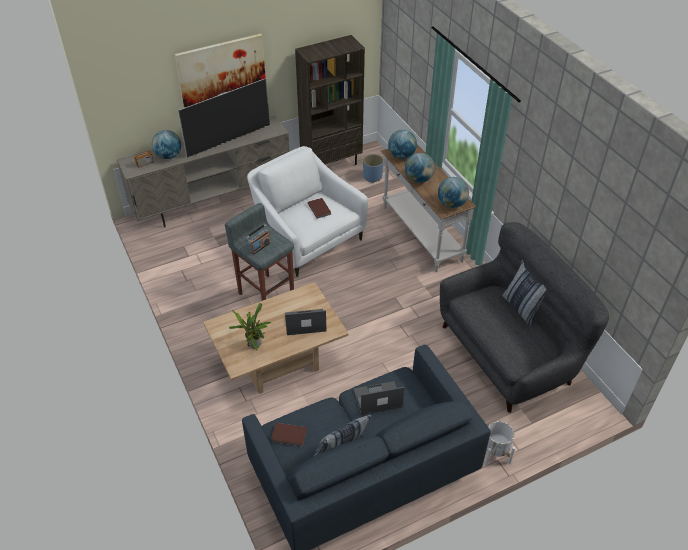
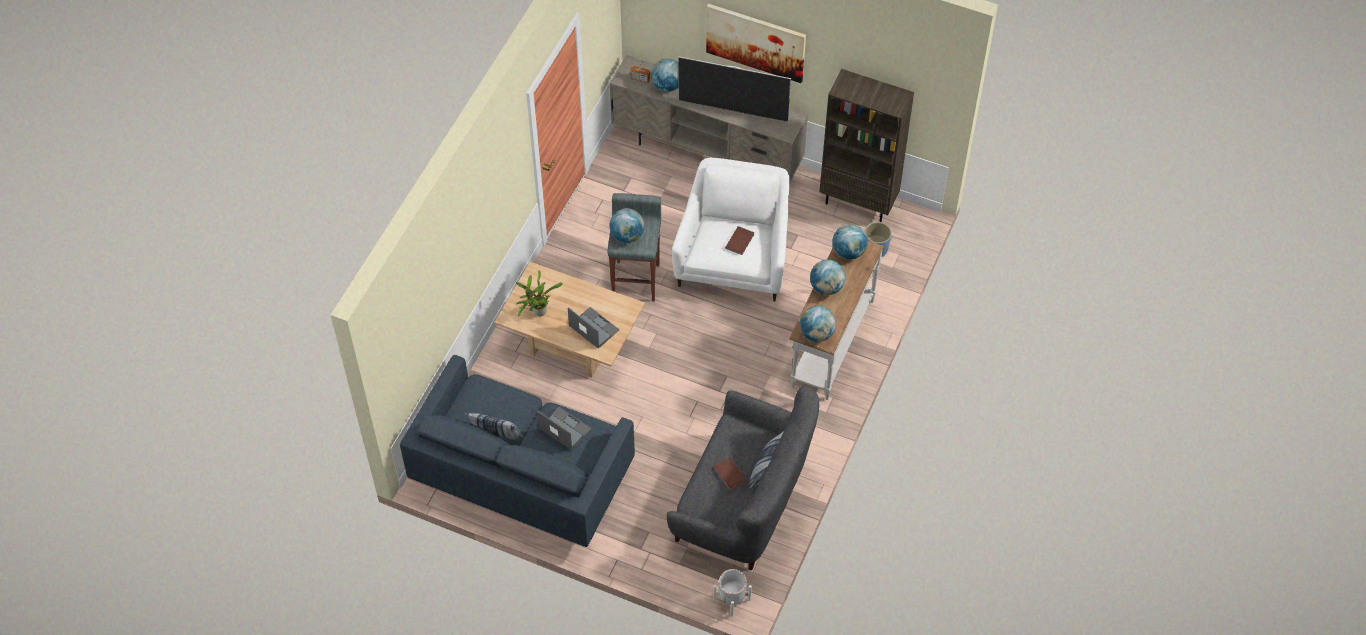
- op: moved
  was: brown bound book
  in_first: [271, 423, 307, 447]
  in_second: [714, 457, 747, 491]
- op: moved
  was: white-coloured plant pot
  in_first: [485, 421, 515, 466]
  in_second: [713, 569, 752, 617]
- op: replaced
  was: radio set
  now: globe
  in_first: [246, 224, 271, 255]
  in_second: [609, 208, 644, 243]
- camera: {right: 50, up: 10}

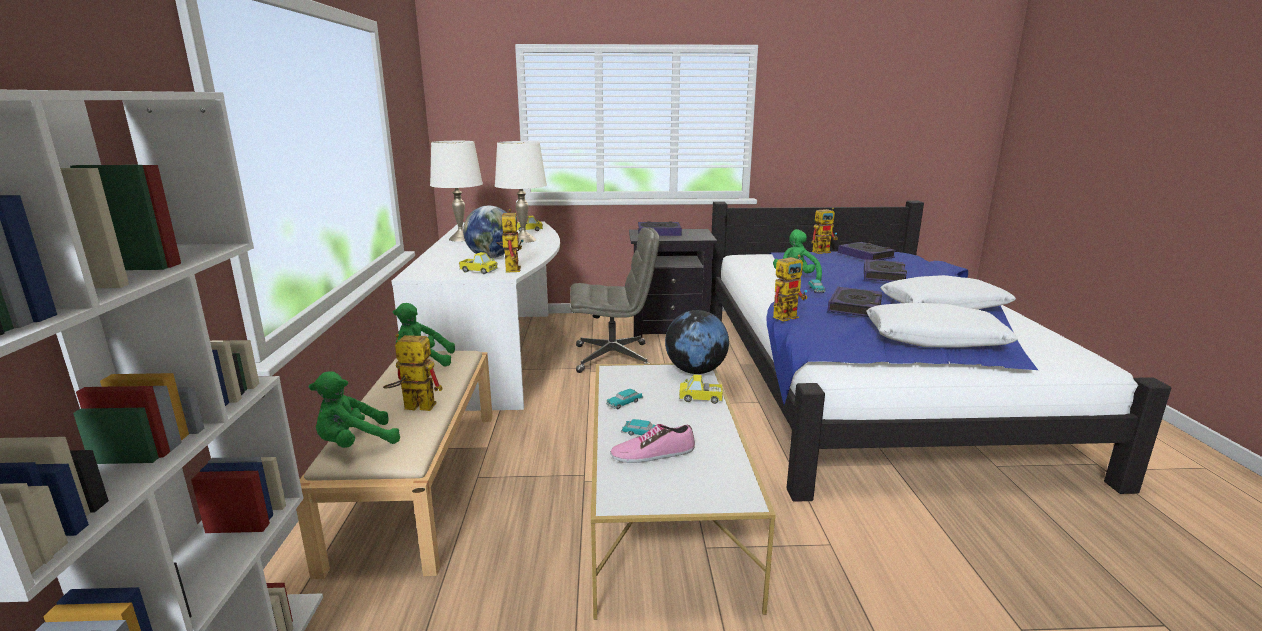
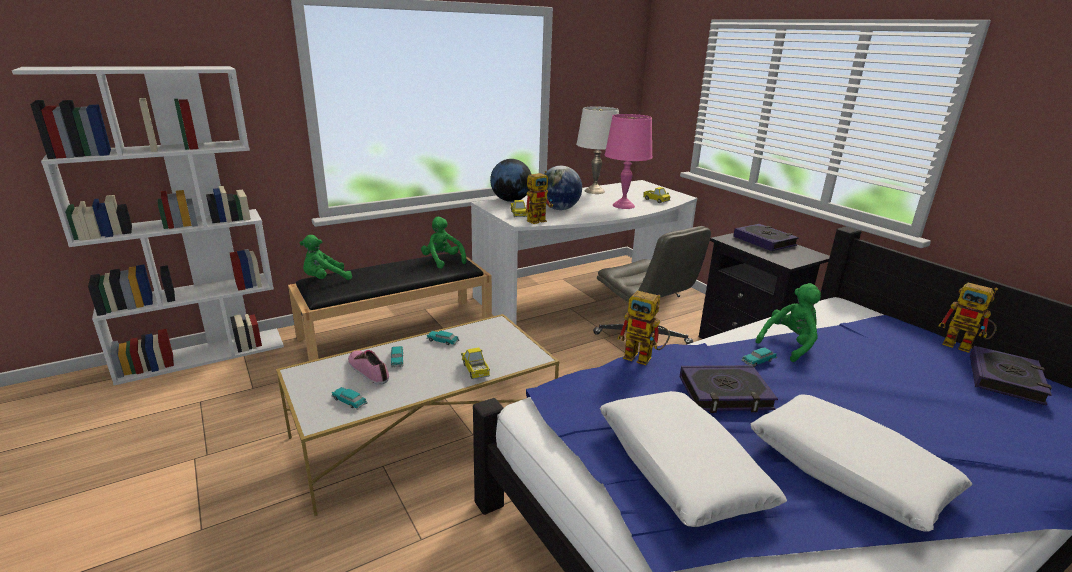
- op: removed
  was: robot figure
  in_first: [383, 334, 443, 411]
- op: removed
  was: bound book
  in_first: [864, 259, 907, 282]
- op: added
  now: model car
  in_second: [332, 387, 368, 410]
- op: moved
  was: globe
  in_first: [665, 310, 729, 374]
  in_second: [490, 159, 531, 202]
- op: recoloured
  was: beige-coloured long seat
  now: black-coloured long seat
  in_first: [296, 351, 493, 579]
  in_second: [288, 253, 492, 361]
- op: recoloured
  was: white-coloured lamp for a table
  now: pinkish lamp for a table
  in_first: [495, 141, 547, 243]
  in_second: [605, 114, 653, 209]
- op: turned
  was: greenish cuddly toy
  in_first: [309, 371, 400, 448]
  in_second: [300, 235, 352, 280]
  clockwise: -60
- camera: {right: 60, up: 5}

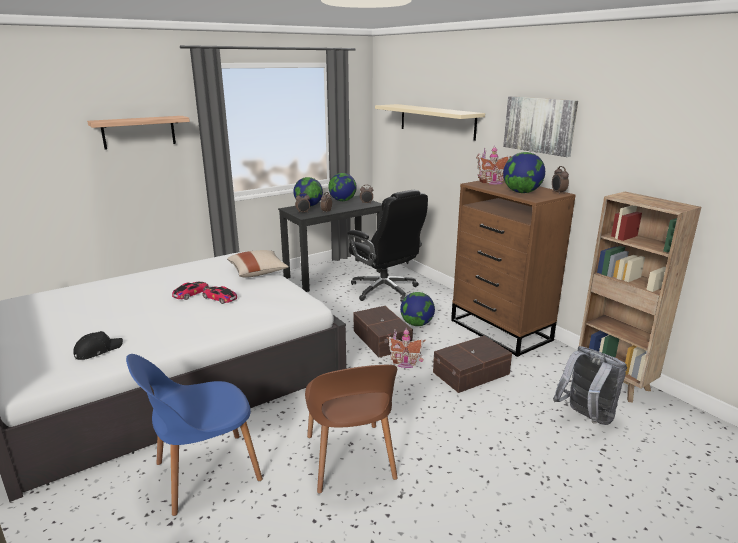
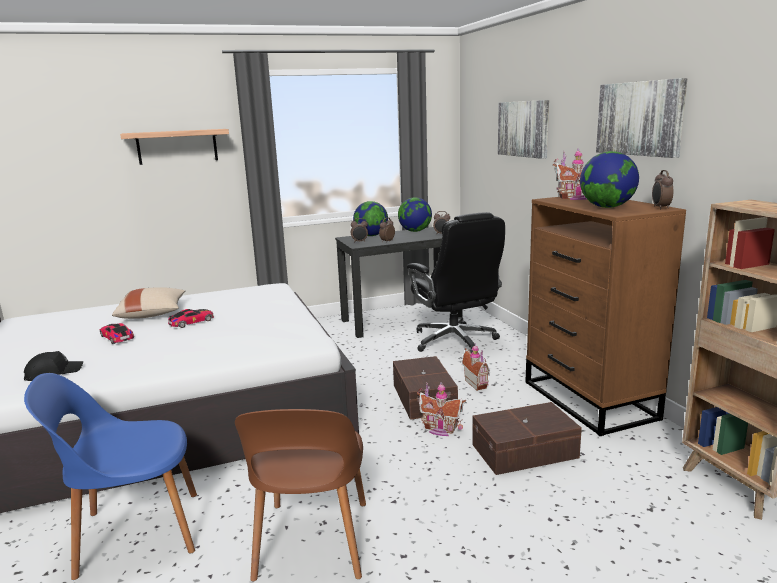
- op: removed
  was: gray backpack
  in_first: [553, 346, 627, 425]
- op: moved
  was: model car
  in_first: [203, 286, 237, 304]
  in_second: [100, 323, 134, 344]
- op: moved
  was: beige-coloured throw pillow
  in_first: [227, 250, 289, 277]
  in_second: [112, 287, 185, 319]
- op: replaced
  was: beige-coloured bracket shelf
  now: wall picture
  in_first: [375, 104, 485, 141]
  in_second: [498, 100, 549, 159]
- op: replaced
  was: globe
  now: miniature house
  in_first: [400, 292, 435, 326]
  in_second: [462, 343, 490, 391]
- camera: {right: 15, up: -5}

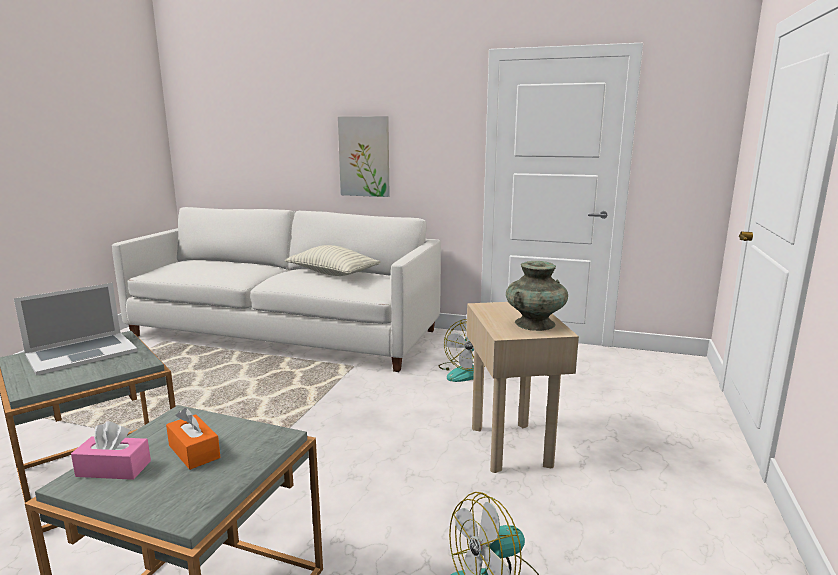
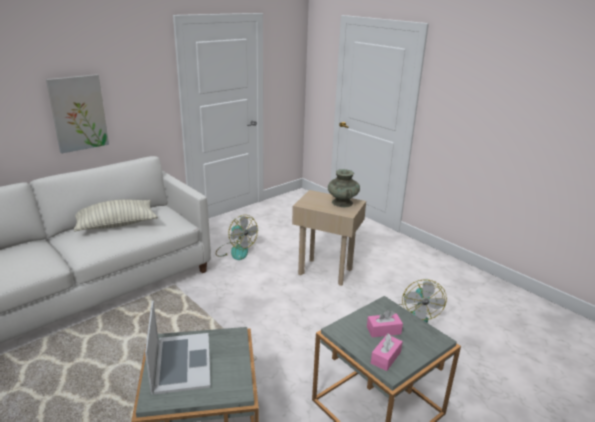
- op: recoloured
  was: orange box of tissues
  now: pinkish box of tissues
  in_first: [166, 408, 220, 470]
  in_second: [367, 310, 403, 337]
- camera: {right: -60, up: 10}

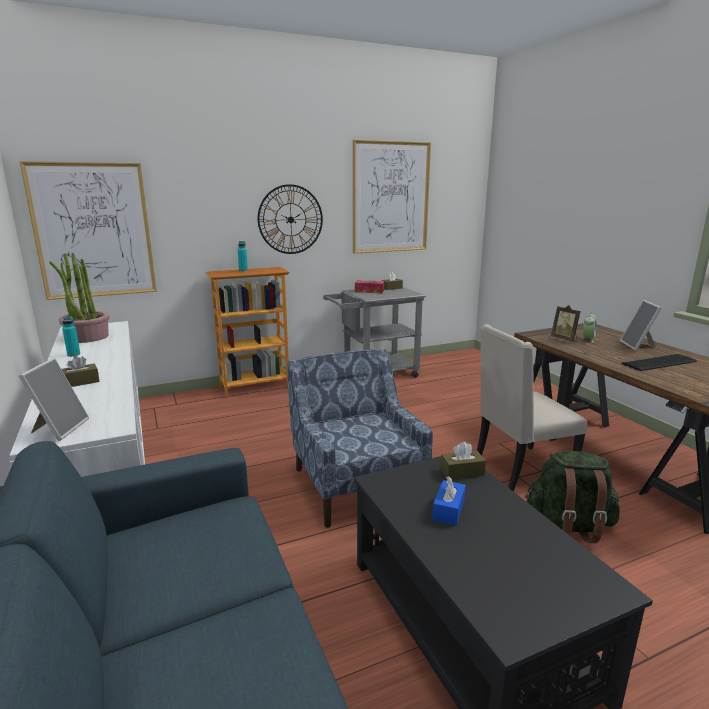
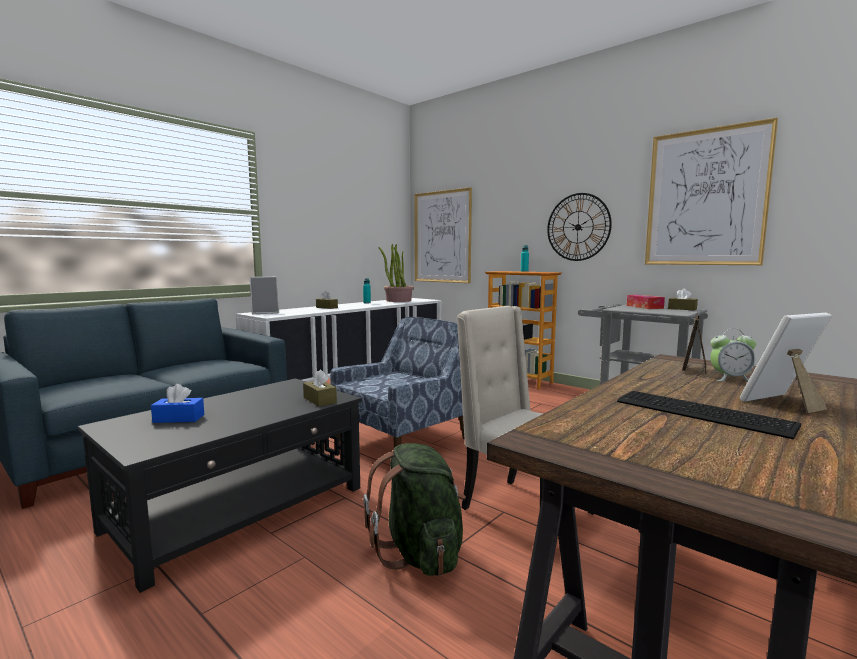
- op: moved
  was: blue box of tissues
  in_first: [432, 476, 466, 526]
  in_second: [151, 384, 204, 423]
- camera: {right: 65, up: -10}

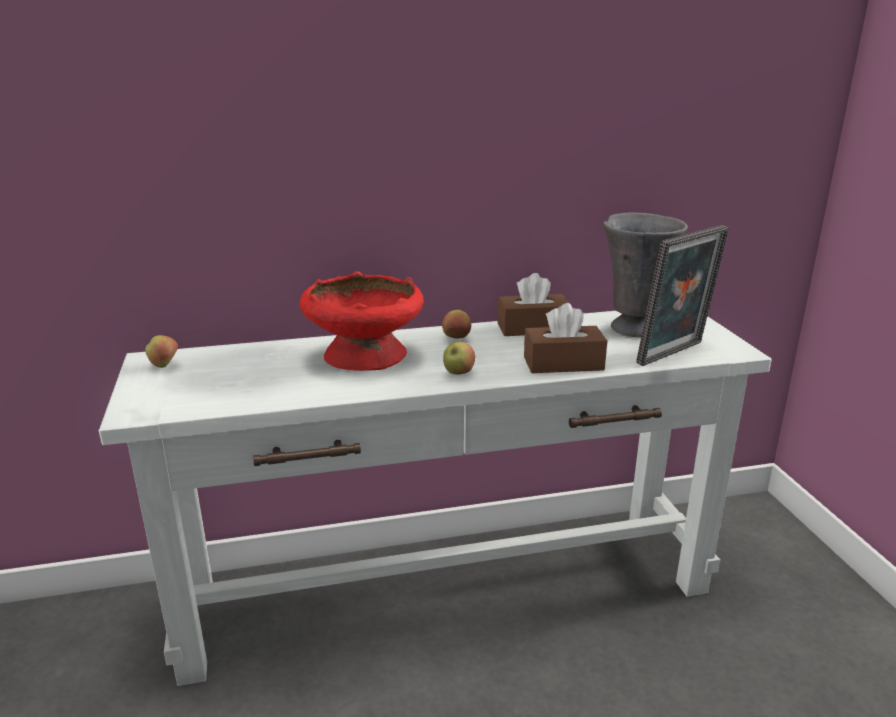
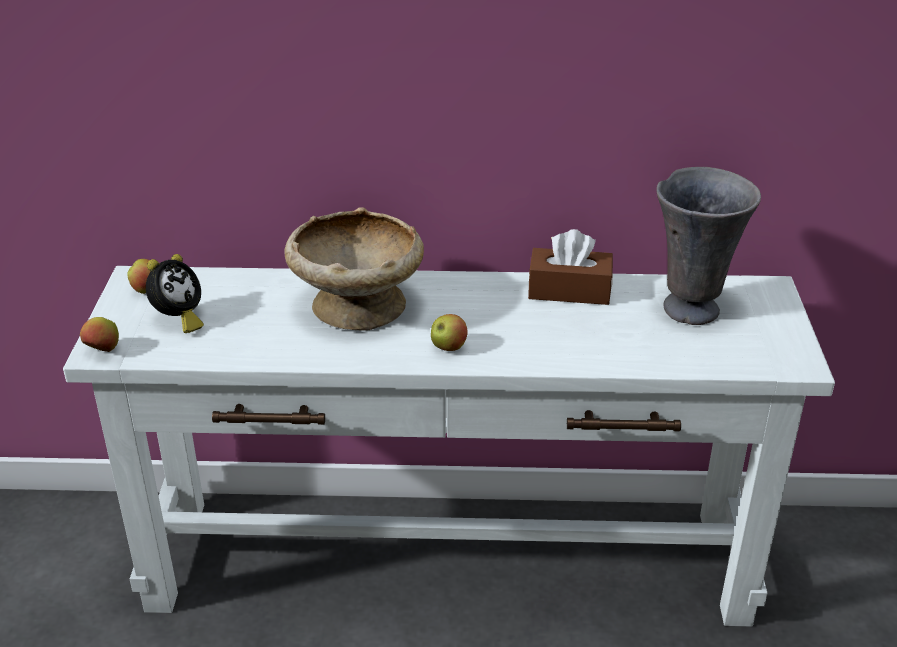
- op: removed
  was: brown box of tissues
  in_first: [524, 303, 607, 373]
- op: removed
  was: standing frame
  in_first: [636, 225, 729, 366]
- op: added
  now: table clock
  in_second: [146, 254, 204, 333]
- op: moved
  was: whole apple
  in_first: [442, 310, 471, 339]
  in_second: [80, 317, 119, 352]
- op: recoloured
  was: red deep dish
  now: beige-coloured deep dish
  in_first: [300, 271, 423, 371]
  in_second: [285, 207, 424, 331]
- camera: {right: 15, up: 10}

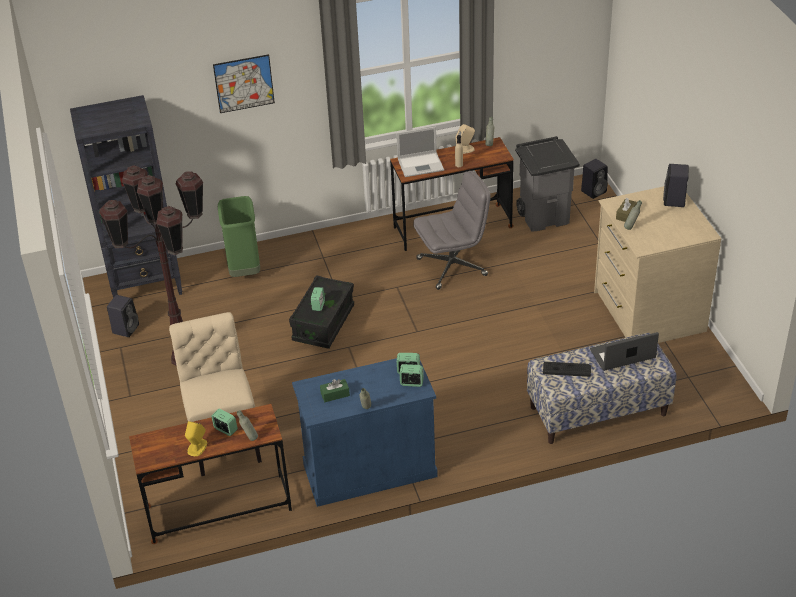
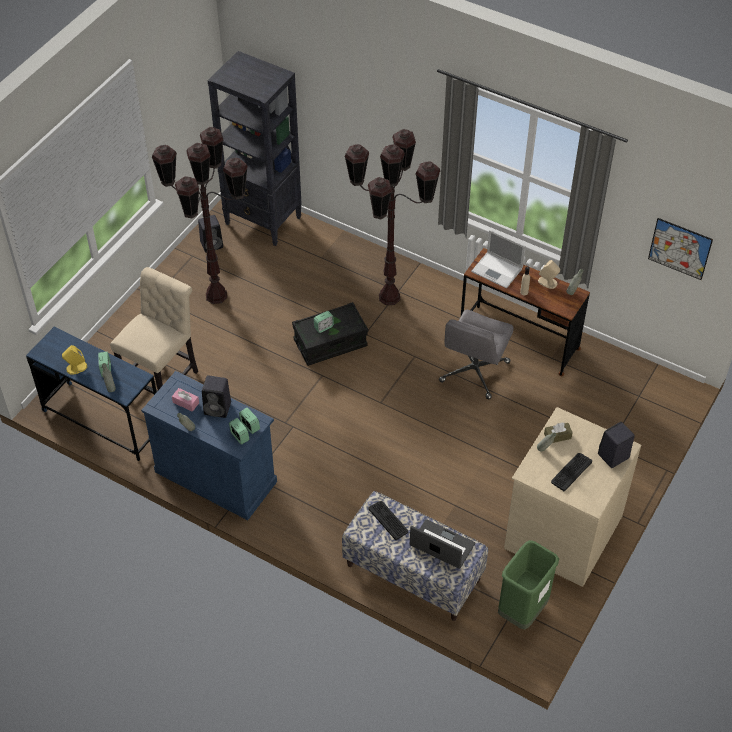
- op: removed
  was: gray trash can
  in_first: [515, 136, 580, 231]
- op: added
  now: brown floor lamp
  in_second: [345, 129, 440, 305]
- op: added
  now: PC keyboard
  in_second: [551, 453, 592, 491]
- op: moved
  was: wall picture
  in_first: [213, 54, 275, 113]
  in_second: [648, 218, 713, 280]
- op: moved
  was: greenish trash can
  in_first: [218, 196, 260, 277]
  in_second: [498, 540, 559, 630]
- op: moved
  was: black-coloured audio speaker
  in_first: [581, 159, 608, 199]
  in_second: [202, 375, 231, 418]
- op: recoloured
  was: brown desk unit
  now: blue desk unit
  in_first: [129, 404, 292, 544]
  in_second: [26, 327, 157, 461]
- op: recoloured
  was: greenish box of tissues
  now: pinkish box of tissues
  in_first: [320, 379, 350, 402]
  in_second: [172, 388, 199, 412]
- op: turned
  was: gray desk chair
  in_first: [413, 171, 491, 290]
  in_second: [439, 310, 514, 399]
  clockwise: 90
- camera: {right: 45, up: 10}

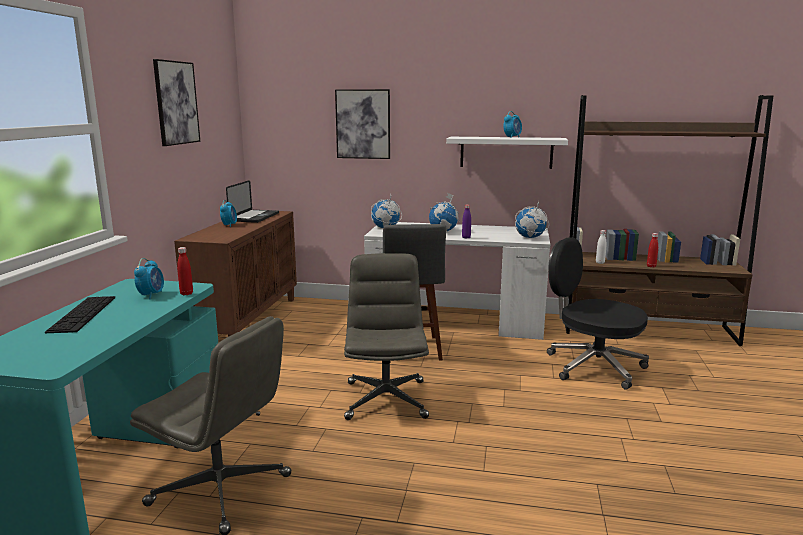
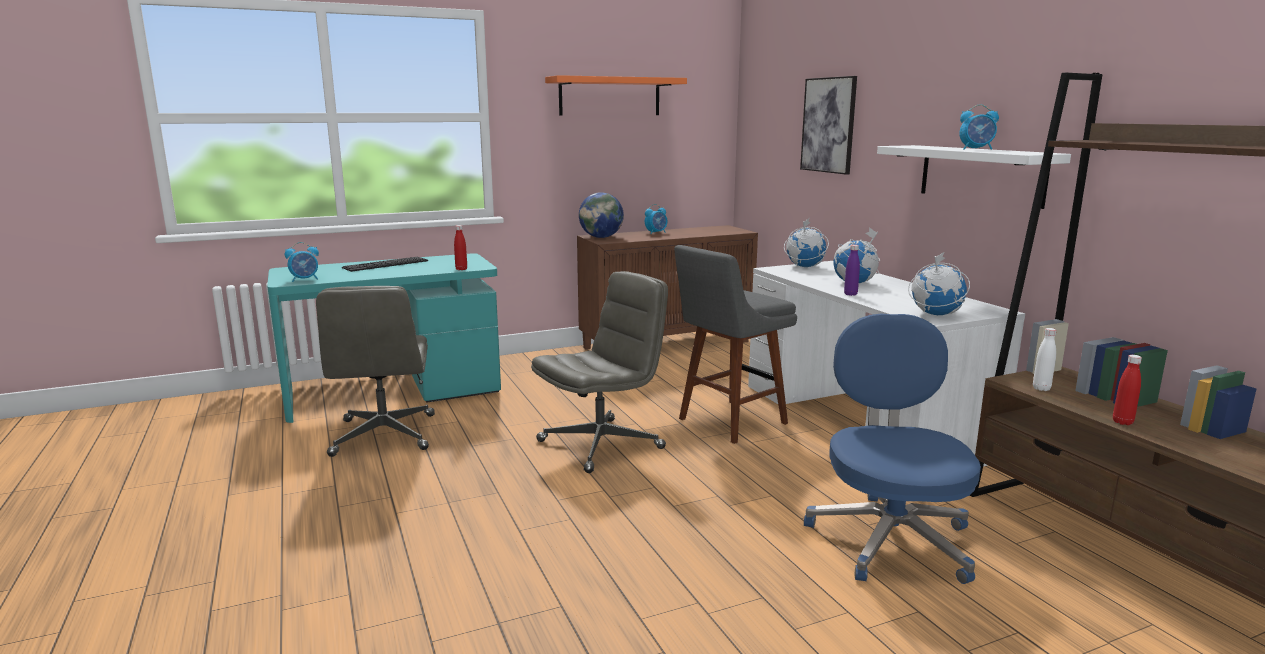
- op: removed
  was: notebook computer
  in_first: [226, 180, 279, 223]
- op: added
  now: globe
  in_second: [579, 192, 624, 238]
- op: moved
  was: table clock
  in_first: [134, 258, 164, 299]
  in_second: [285, 242, 319, 282]
- op: replaced
  was: wall picture
  now: orange bracket shelf
  in_first: [153, 59, 200, 146]
  in_second: [545, 75, 687, 116]
- op: recoloured
  was: black-coloured desk chair
  now: blue desk chair
  in_first: [547, 238, 649, 390]
  in_second: [804, 314, 981, 584]
- camera: {right: 55, up: 0}

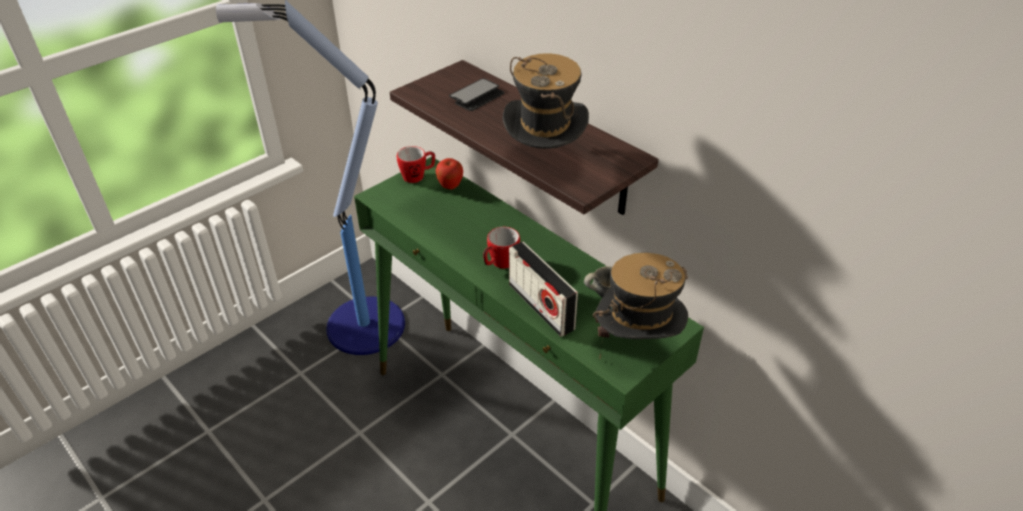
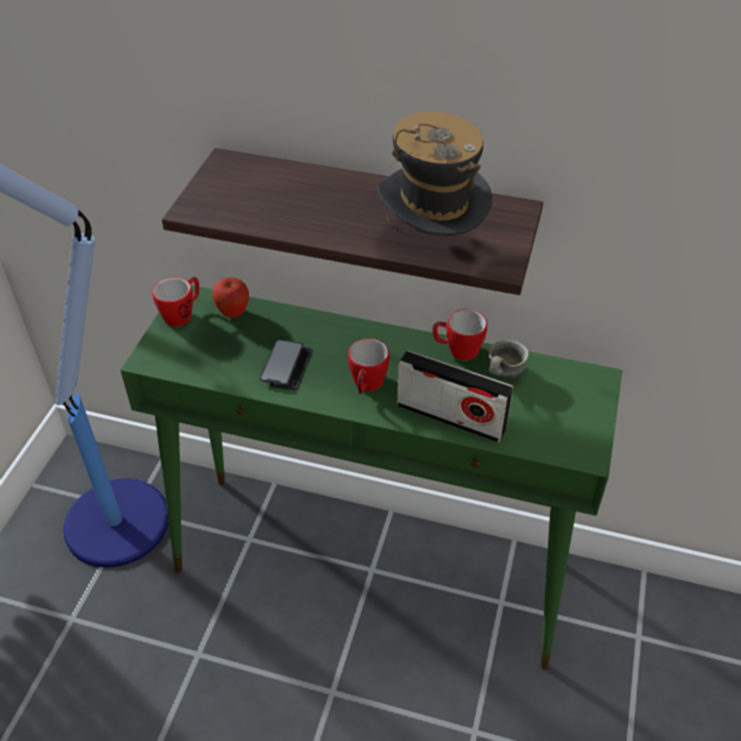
- op: removed
  was: wearable hat
  in_first: [593, 253, 688, 358]
- op: added
  now: coffee mug
  in_second: [432, 309, 487, 360]
- op: moved
  was: telephone
  in_first: [449, 78, 505, 111]
  in_second: [260, 339, 313, 391]
- camera: {right: -30, up: 5}

